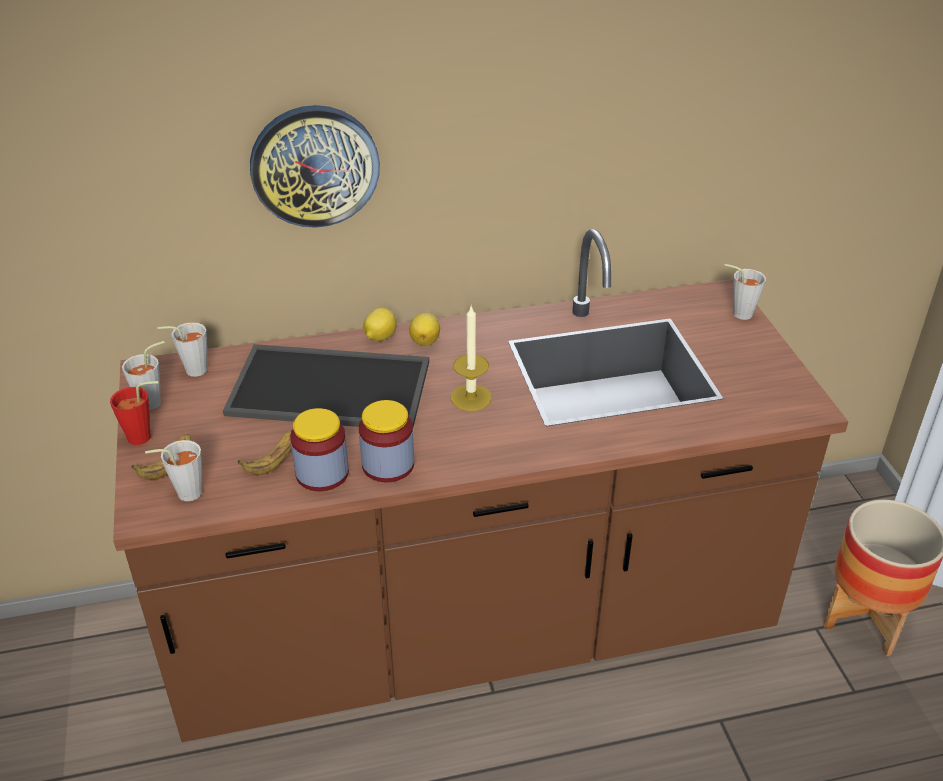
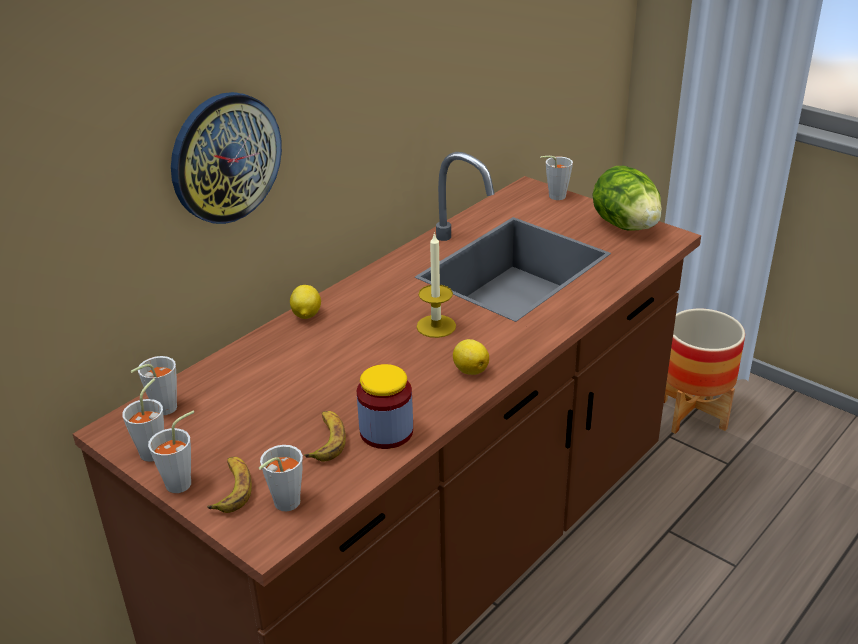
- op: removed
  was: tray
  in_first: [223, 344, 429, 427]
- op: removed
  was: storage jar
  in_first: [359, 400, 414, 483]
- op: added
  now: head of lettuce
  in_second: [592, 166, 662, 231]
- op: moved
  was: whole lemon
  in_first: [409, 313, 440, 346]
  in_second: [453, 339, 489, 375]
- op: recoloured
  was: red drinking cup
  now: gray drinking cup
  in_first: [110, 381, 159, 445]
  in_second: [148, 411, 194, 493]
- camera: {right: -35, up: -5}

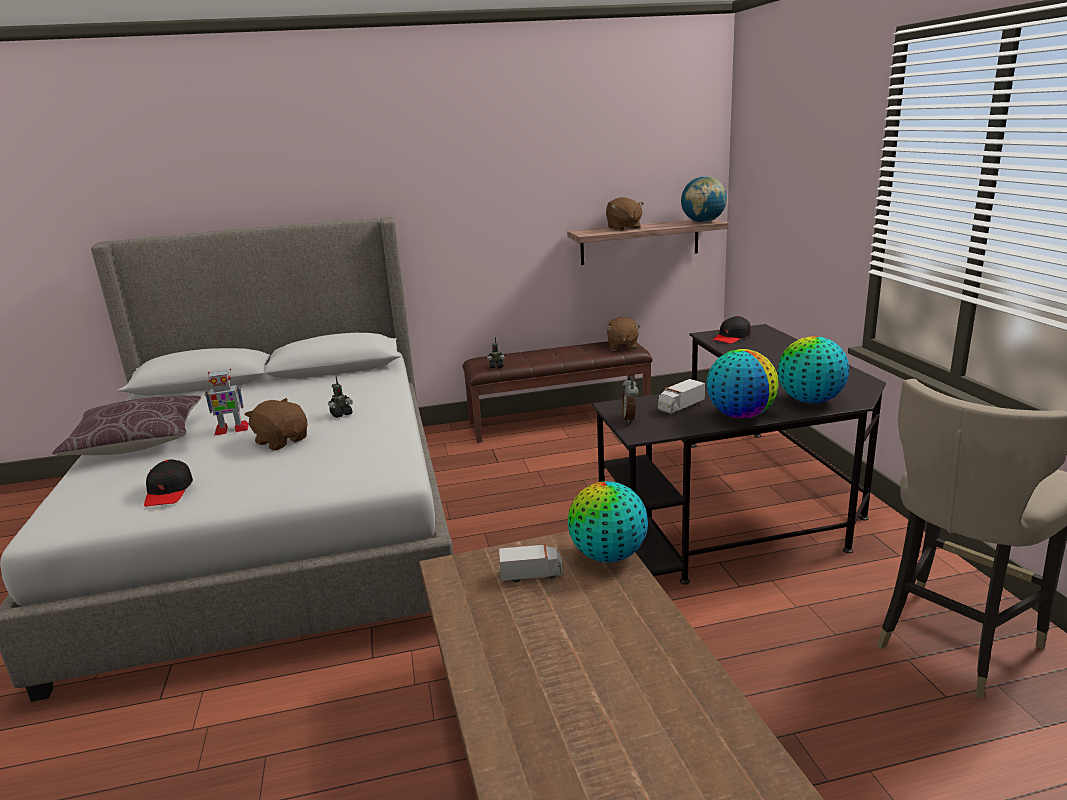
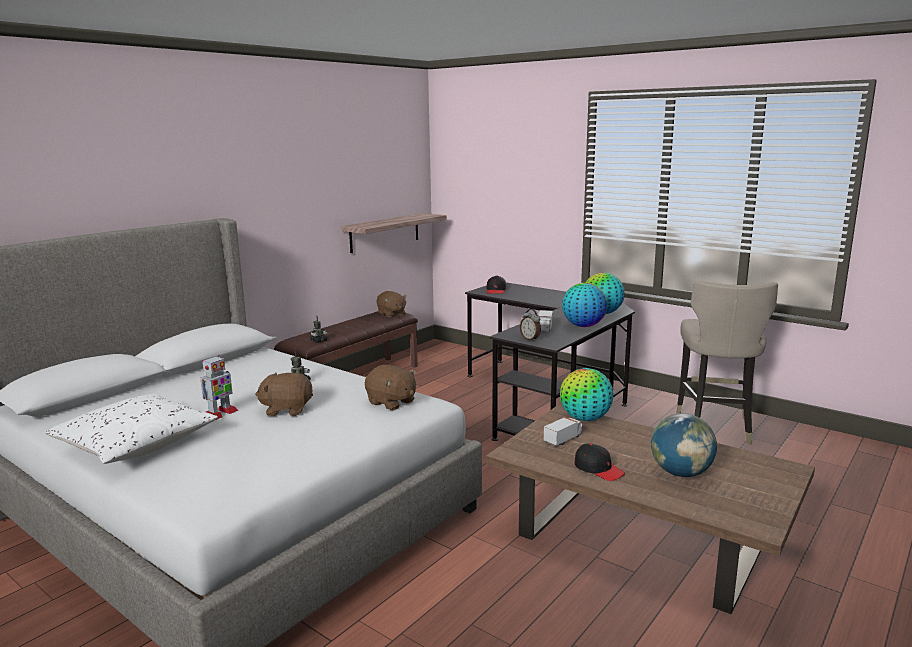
- op: moved
  was: black-coloured peaked cap
  in_first: [144, 459, 193, 507]
  in_second: [575, 443, 625, 481]
- op: moved
  was: brown cuddly toy
  in_first: [606, 197, 644, 231]
  in_second: [365, 365, 416, 410]
- op: moved
  was: globe
  in_first: [681, 176, 727, 222]
  in_second: [651, 413, 717, 477]
- op: recoloured
  was: brown throw pillow
  now: white-coloured throw pillow
  in_first: [52, 396, 201, 455]
  in_second: [46, 394, 218, 464]
- camera: {right: -40, up: -5}

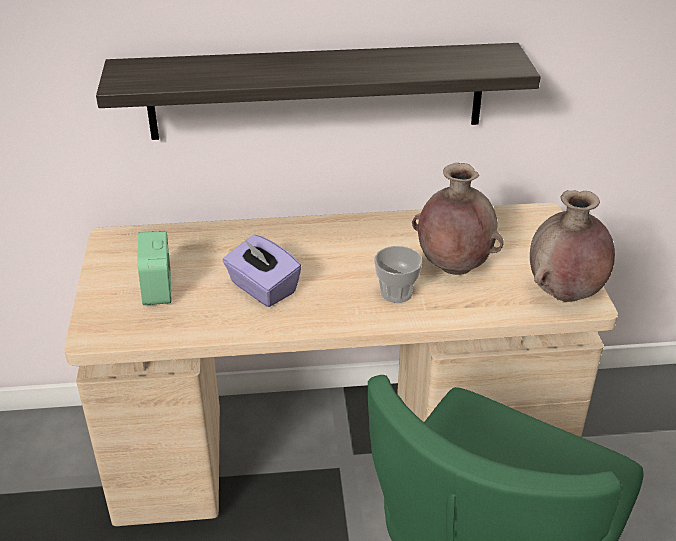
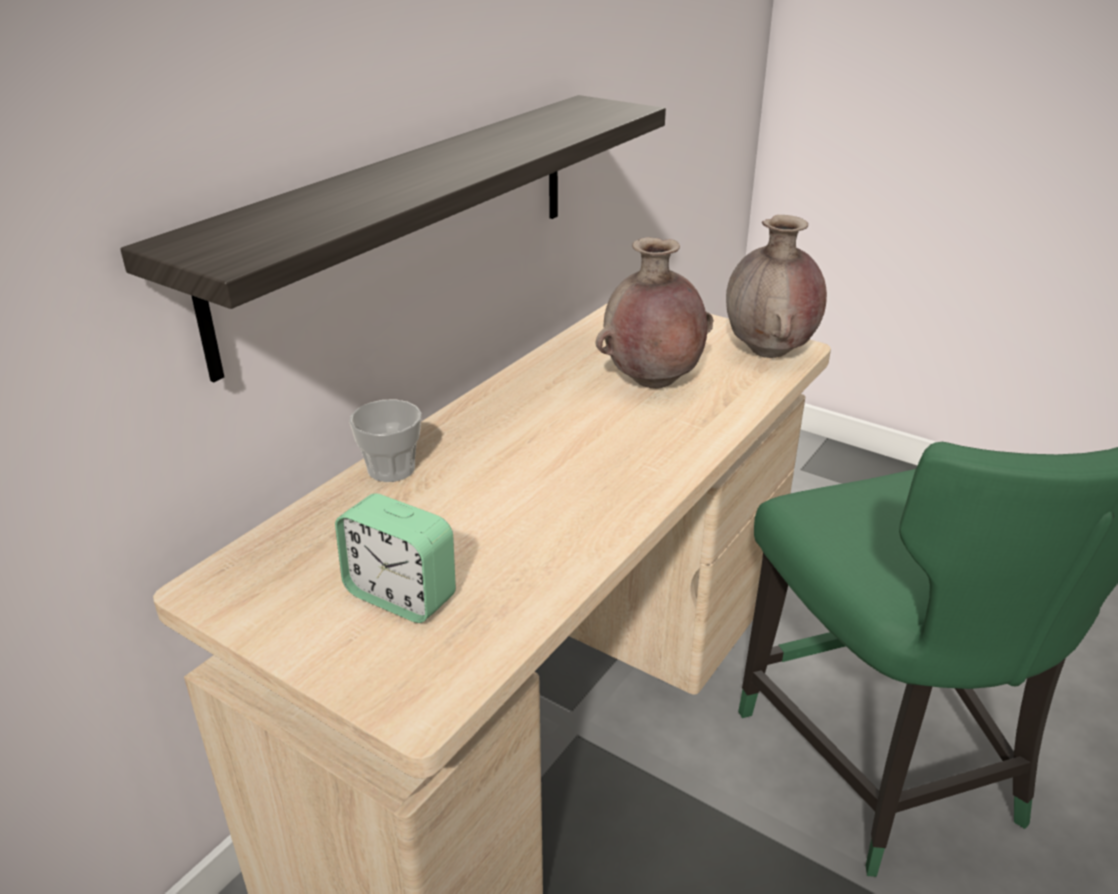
- op: removed
  was: purple box of tissues
  in_first: [223, 235, 301, 307]
- op: moved
  was: drinking cup
  in_first: [374, 246, 422, 303]
  in_second: [349, 399, 421, 482]
- camera: {right: -50, up: -5}

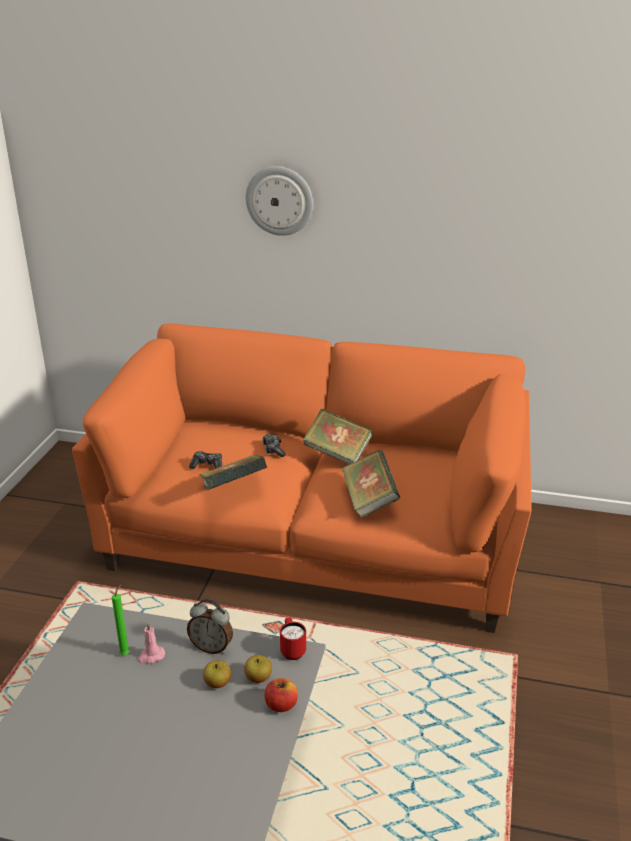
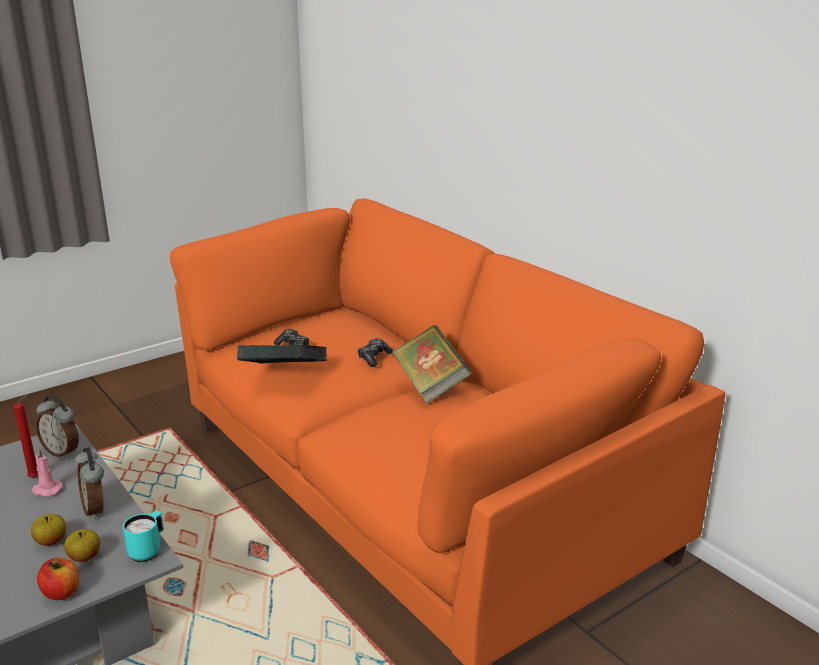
- op: removed
  was: hanging clock
  in_first: [246, 166, 313, 236]
- op: removed
  was: bound book
  in_first: [341, 450, 400, 518]
- op: added
  now: table clock
  in_second: [36, 395, 79, 458]
- op: recoloured
  was: greenish candle
  now: red candle
  in_first: [112, 585, 130, 655]
  in_second: [13, 395, 38, 478]
- op: recoloured
  was: red coffee mug
  now: turquoise coffee mug
  in_first: [280, 618, 306, 660]
  in_second: [123, 511, 164, 562]
- camera: {right: 40, up: -5}

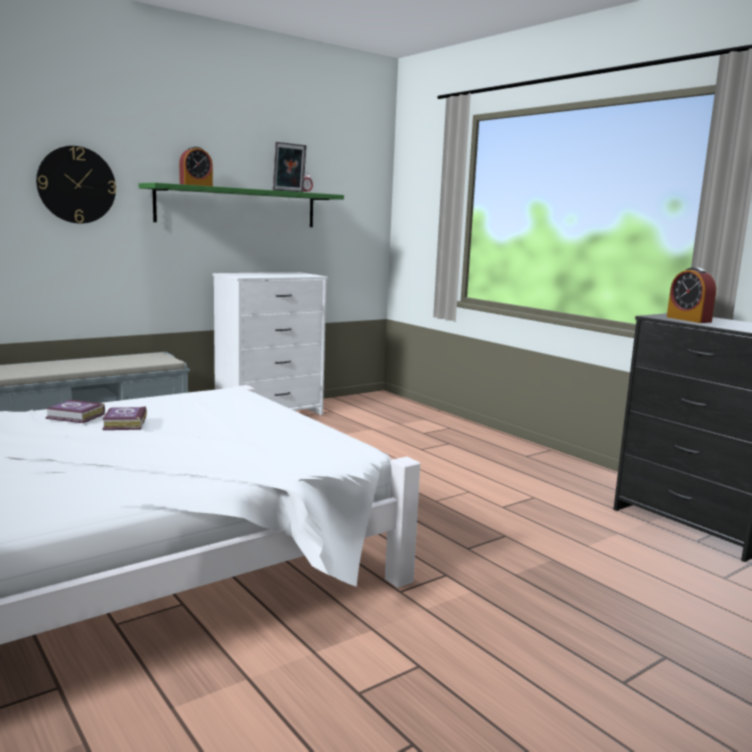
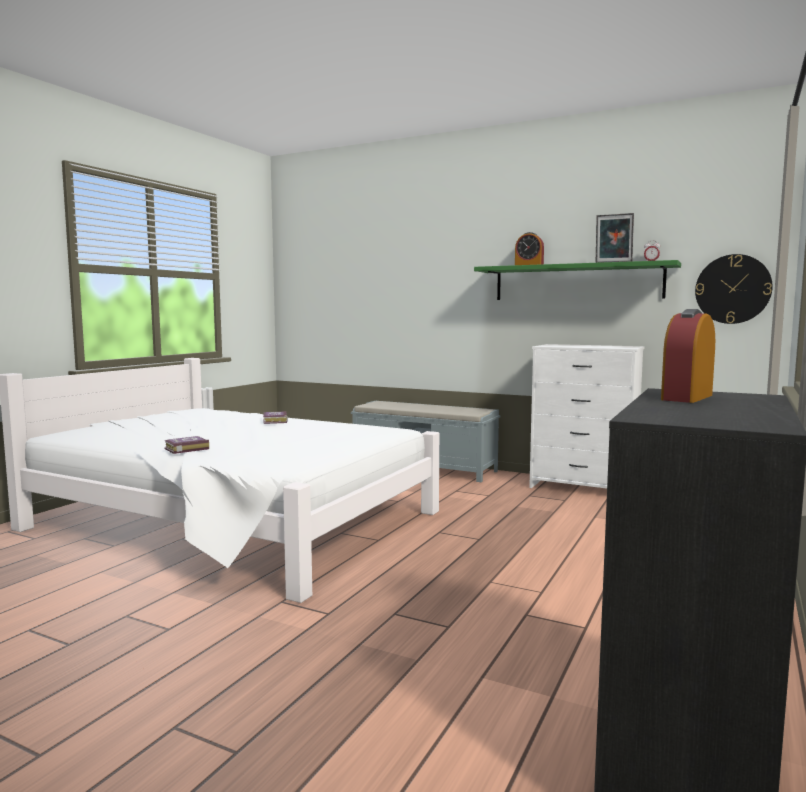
- op: moved
  was: hanging clock
  in_first: [36, 146, 116, 224]
  in_second: [695, 254, 773, 324]
- op: moved
  was: bound book
  in_first: [102, 406, 147, 430]
  in_second: [164, 436, 209, 454]
- camera: {right: 65, up: -5}

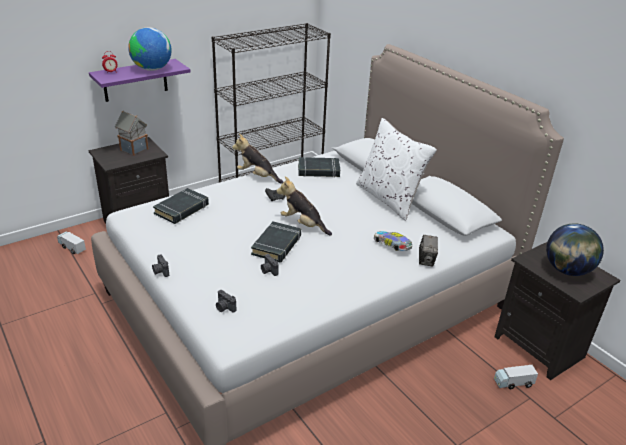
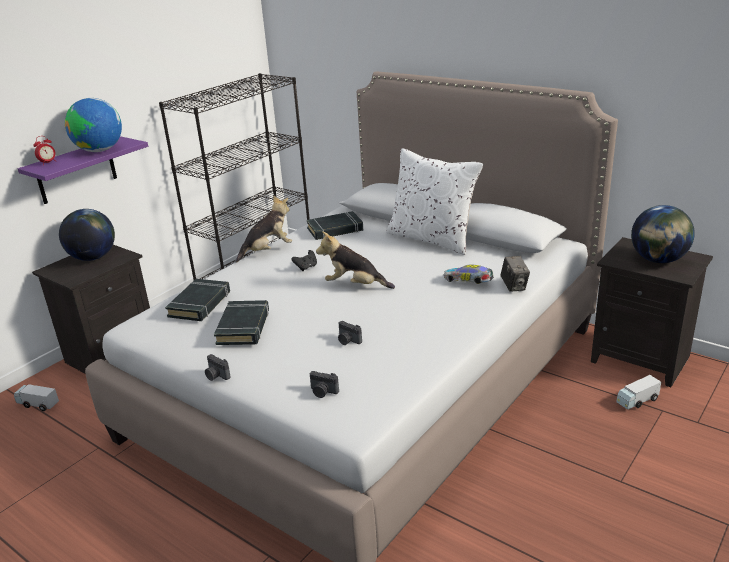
- op: moved
  was: black-coloured bound book
  in_first: [251, 221, 301, 263]
  in_second: [214, 300, 269, 345]
- op: replaced
  was: miniature house
  now: globe
  in_first: [115, 110, 149, 156]
  in_second: [59, 209, 115, 261]
- op: turned
  was: cuddly toy
  in_first: [232, 134, 283, 184]
  in_second: [236, 195, 292, 262]
  clockwise: 135
- camera: {right: -15, up: -5}

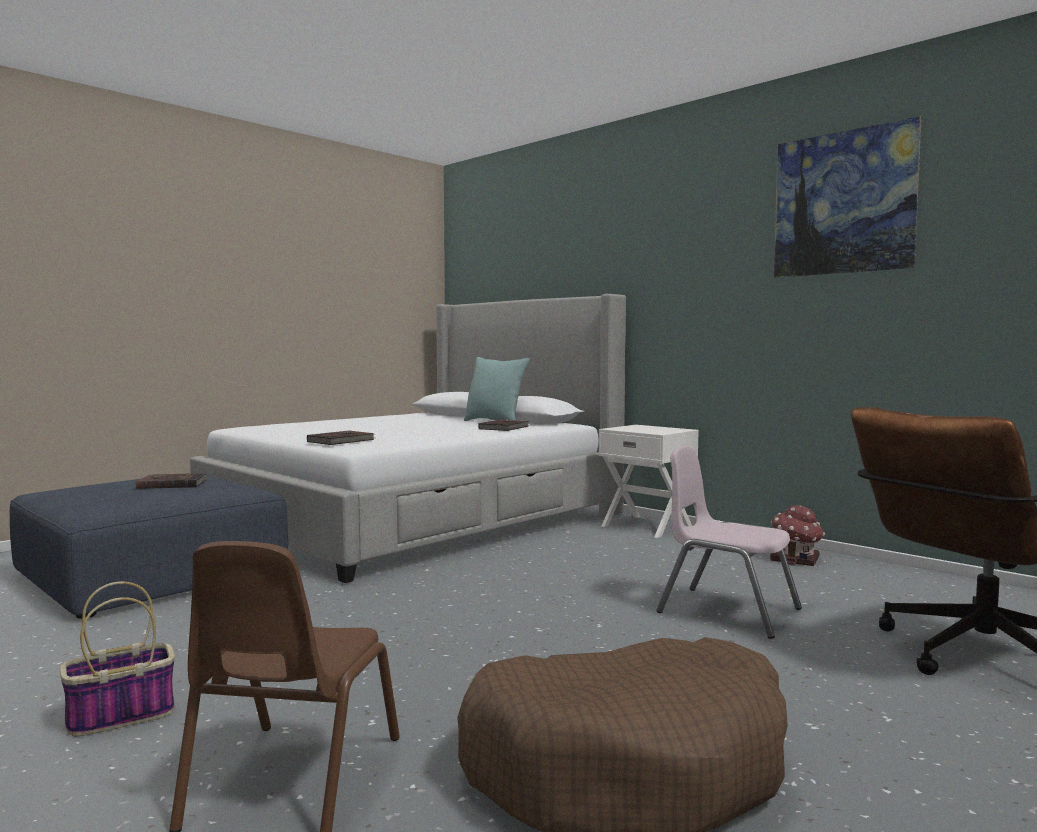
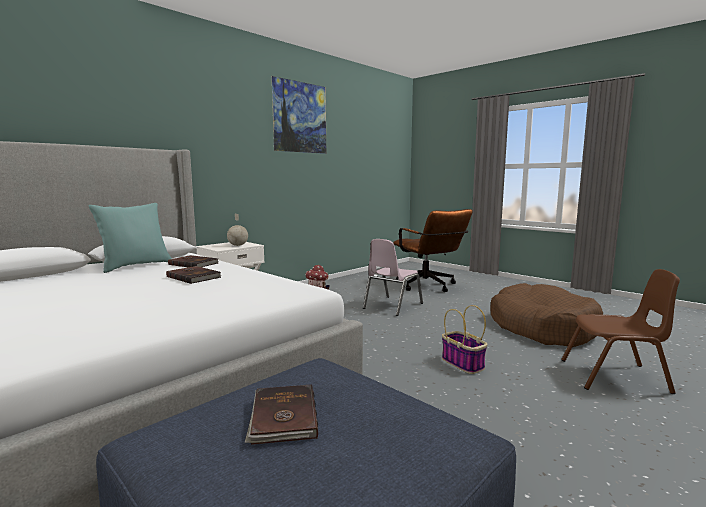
- op: added
  now: globe
  in_second: [227, 214, 248, 246]
- op: moved
  was: basket
  in_first: [59, 581, 175, 736]
  in_second: [442, 305, 488, 374]
- op: moved
  was: brown bound book
  in_first: [307, 431, 375, 445]
  in_second: [166, 266, 221, 284]
- camera: {right: -90, up: 5}

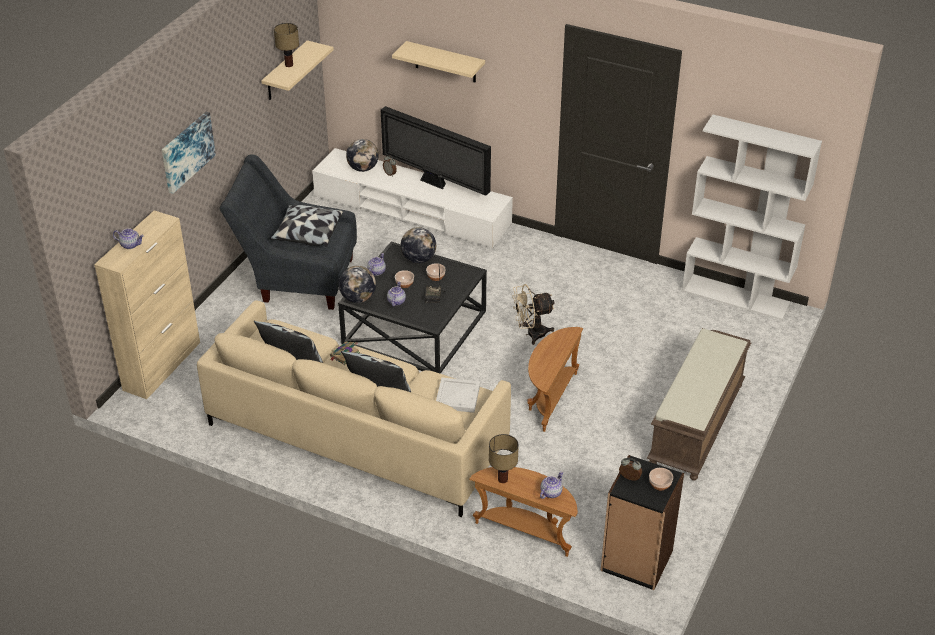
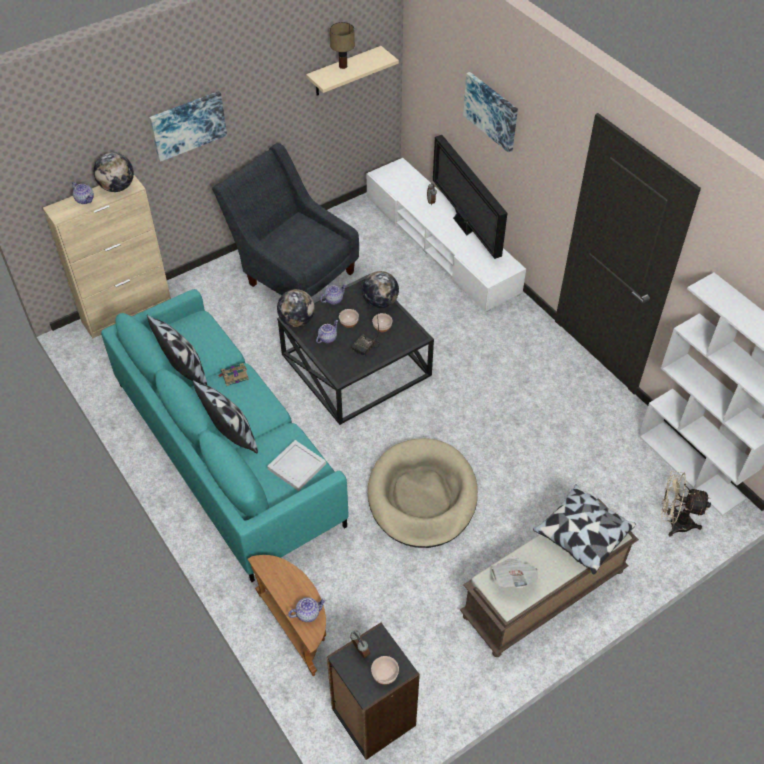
- op: removed
  was: lamp for a table
  in_first: [489, 434, 519, 483]
- op: added
  now: newspaper
  in_second: [491, 556, 538, 589]
- op: moved
  was: throw pillow
  in_first: [271, 205, 343, 247]
  in_second: [533, 484, 636, 575]
- op: moved
  was: globe
  in_first: [346, 139, 379, 172]
  in_second: [94, 152, 134, 192]
- op: moved
  was: beige-coloured cooling fan
  in_first: [512, 284, 555, 345]
  in_second: [661, 471, 711, 537]
- op: replaced
  was: beige-coloured bracket shelf
  now: wall picture
  in_first: [392, 41, 485, 83]
  in_second: [463, 72, 518, 153]
- op: replaced
  was: brown accent table
  now: beige-coloured dog bed
  in_first: [527, 327, 583, 432]
  in_second: [368, 438, 478, 548]
- op: recoloured
  was: beige-coloured couch
  now: turquoise couch
  in_first: [197, 300, 511, 517]
  in_second: [101, 289, 349, 582]
- camera: {right: 30, up: 10}

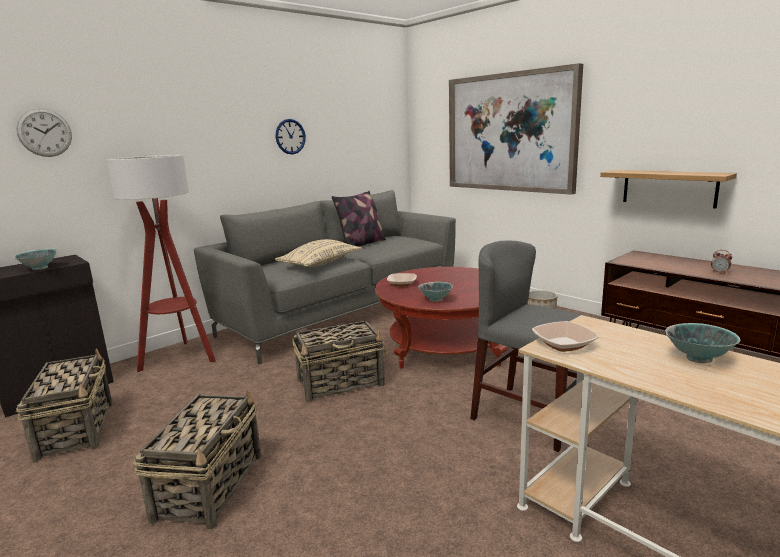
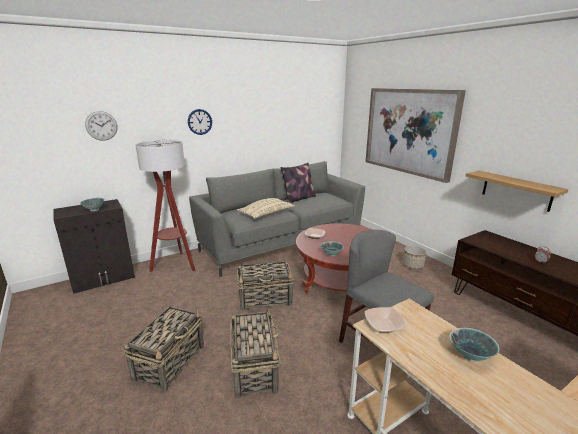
- op: moved
  was: basket
  in_first: [16, 348, 113, 462]
  in_second: [230, 307, 281, 399]
- op: moved
  was: hanging clock
  in_first: [276, 119, 306, 154]
  in_second: [188, 109, 212, 135]
- camera: {right: 10, up: 5}

